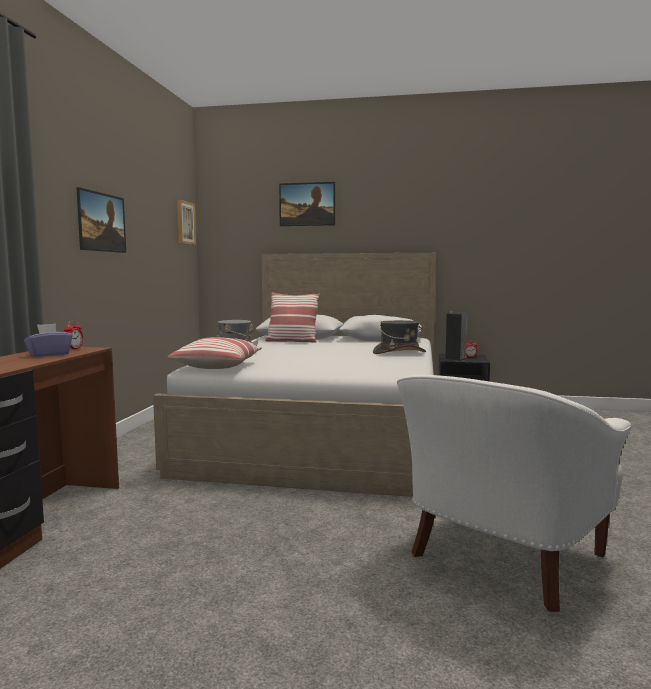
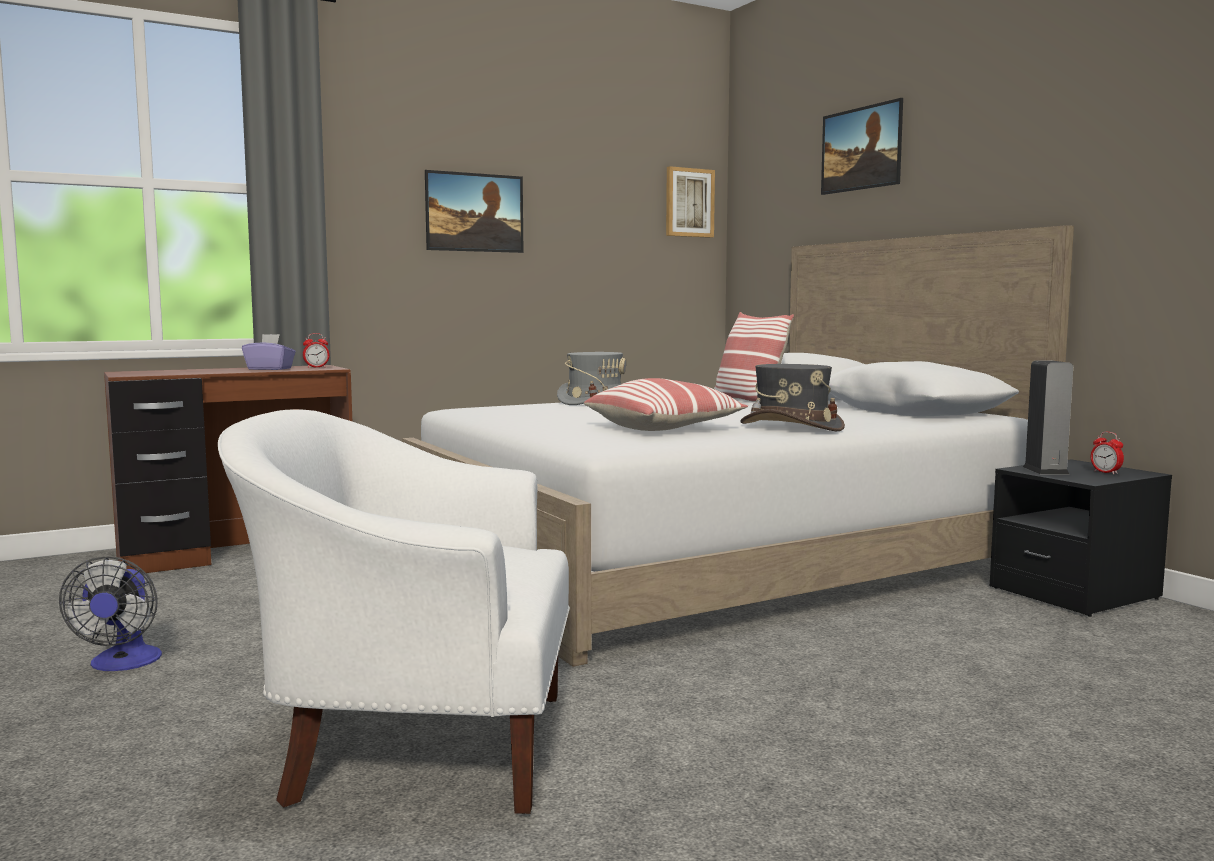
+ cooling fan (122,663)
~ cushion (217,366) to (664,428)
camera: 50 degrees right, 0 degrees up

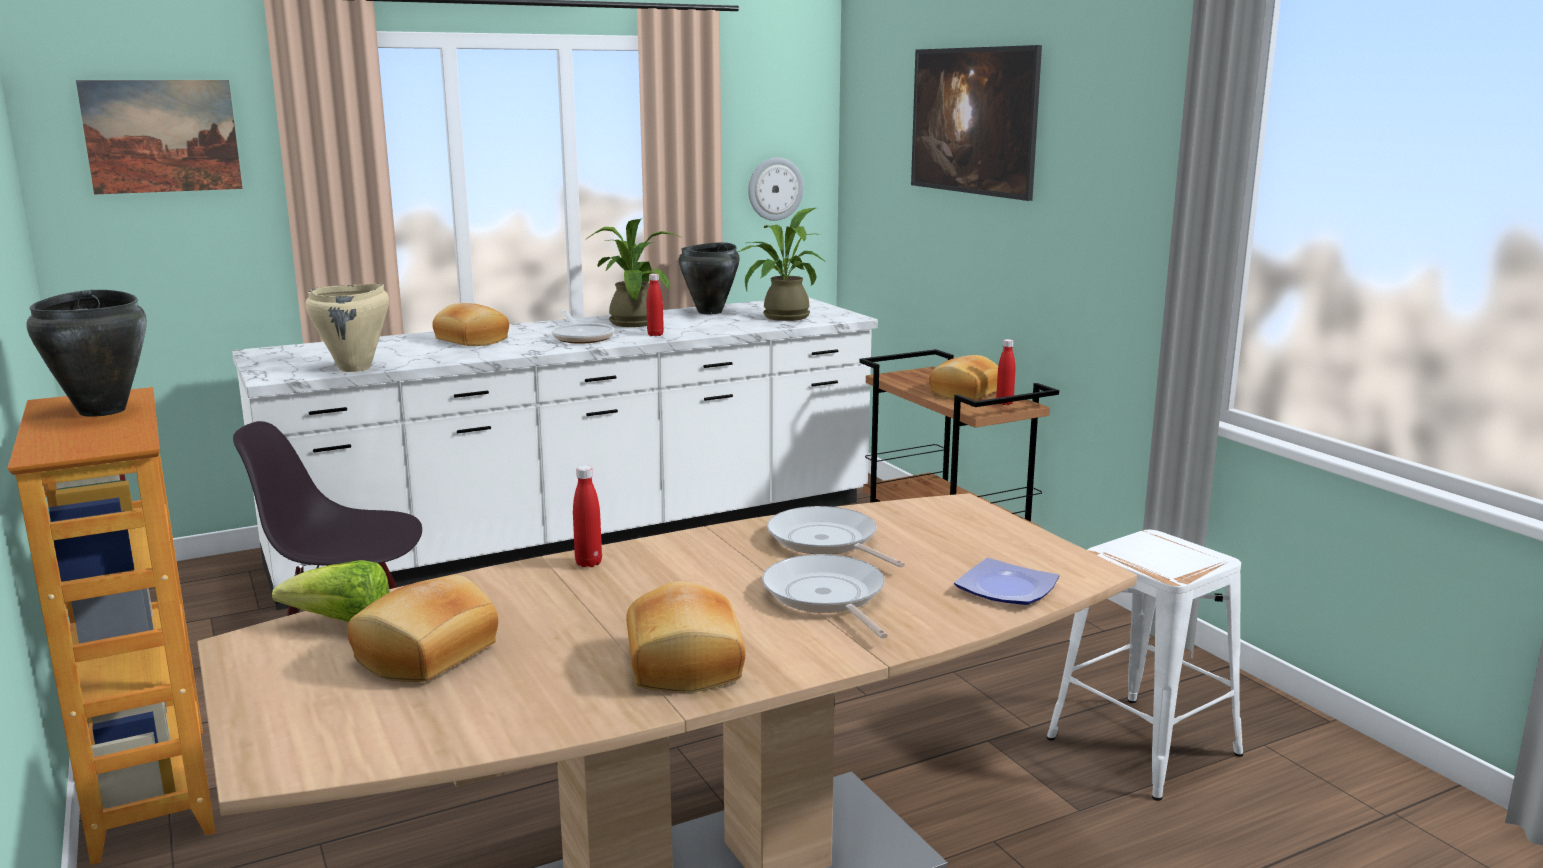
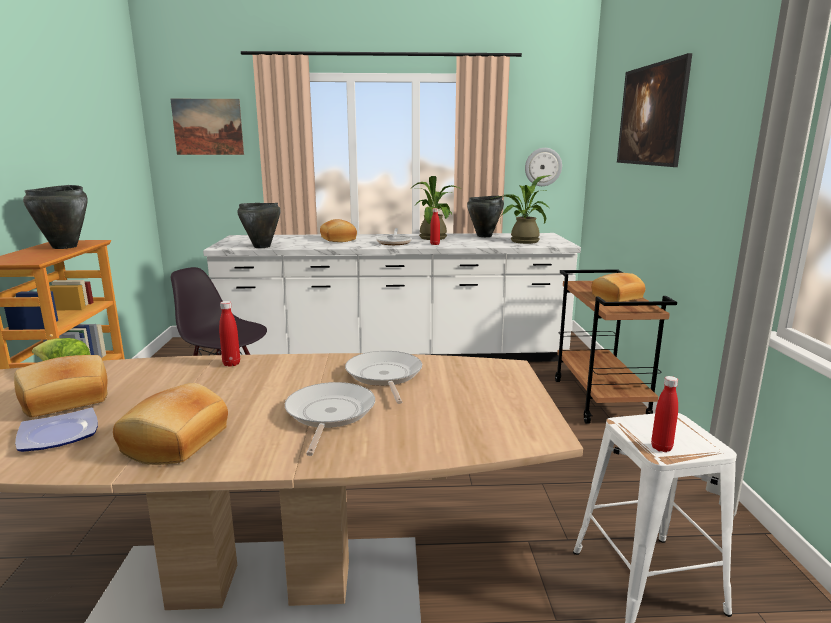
~ dinner plate (1007,590) to (57,436)
~ red beverage bottle (1004,403) to (661,448)
~ sand-coloured stockpot (355,368) to black-coloured stockpot (262,247)
camera: 25 degrees right, 0 degrees up

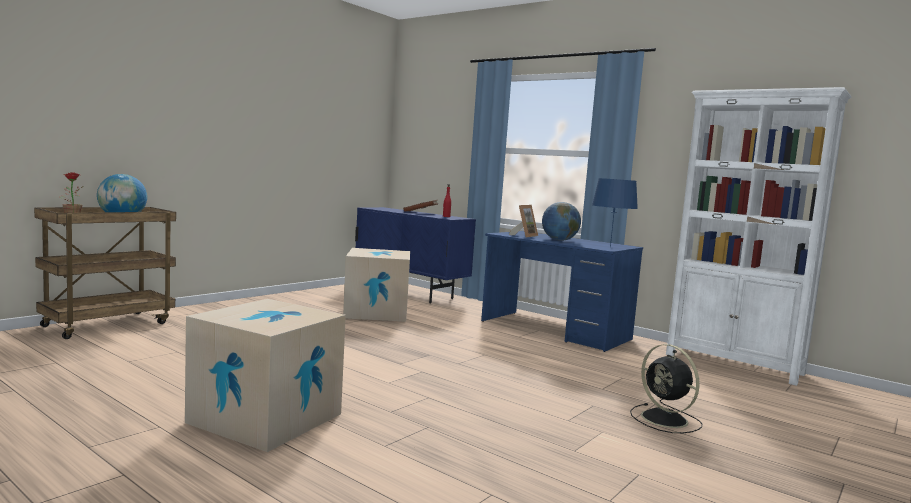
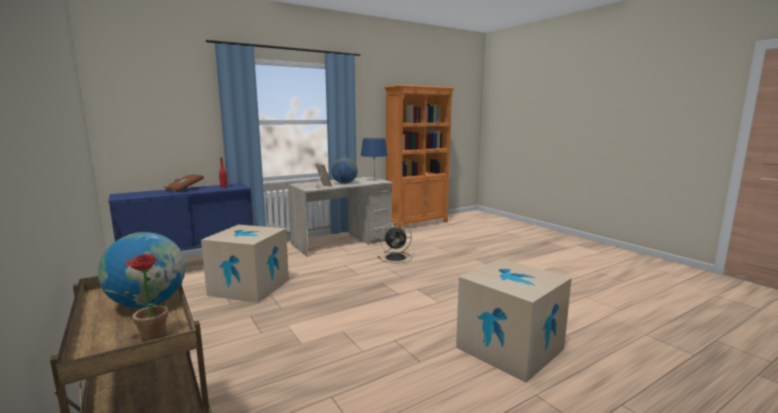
~ black-coloured cooling fan (666,420) to (396,257)
~ blue desk table (554,330) to sand-coloured desk table (342,242)
~ whitish bookshelf (734,364) to orange-coloured bookshelf (417,223)
camera: 70 degrees left, 5 degrees up

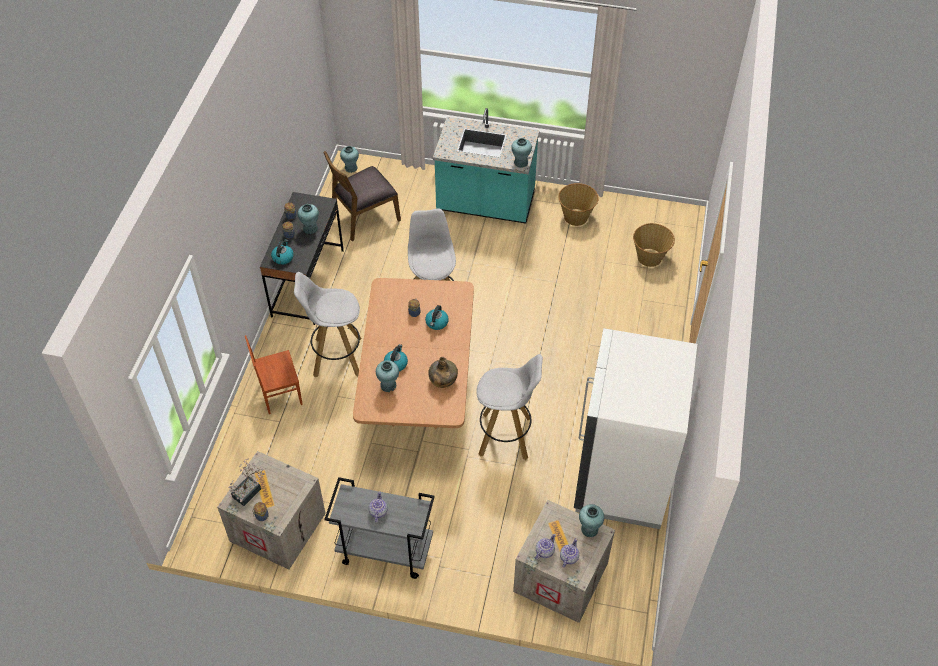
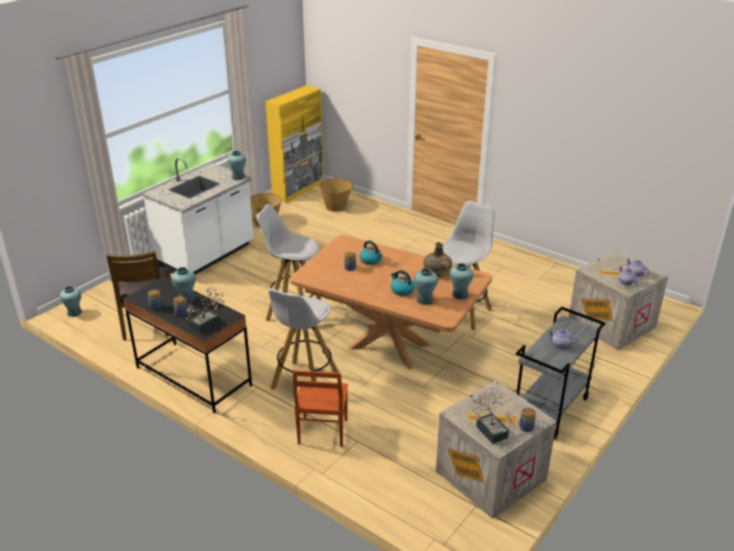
- whitish refrigerator (622,478)
+ yellow cupboard (298,189)
~ turquoise vase (589,529) to (460,295)
~ tea kettle (283,257) to potted plant (207,323)
~ turquoise kitchen counter (485,204) to whitish kitchen counter (206,256)
camera: 65 degrees left, 20 degrees down

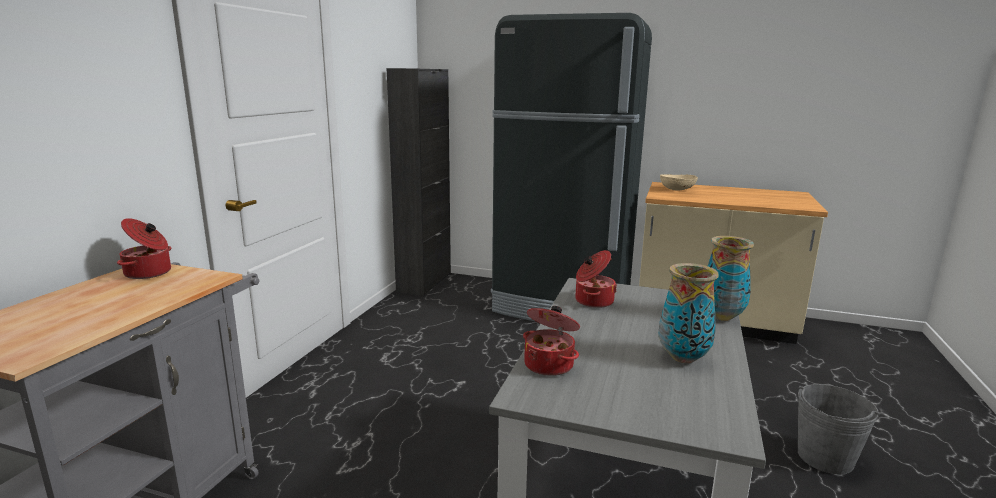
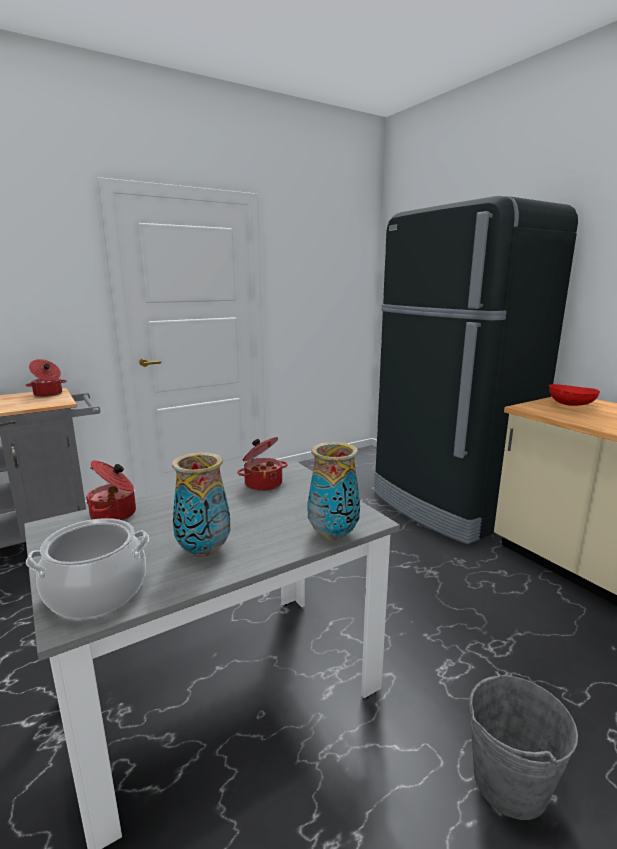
- black-coloured cupboard (424,282)
+ stockpot (97,591)
~ sand-coloured deep dish (677,190) to red deep dish (571,405)
camera: 40 degrees right, 0 degrees up

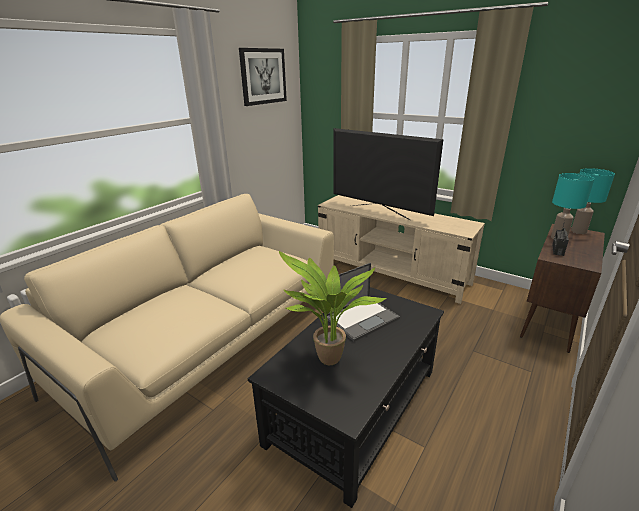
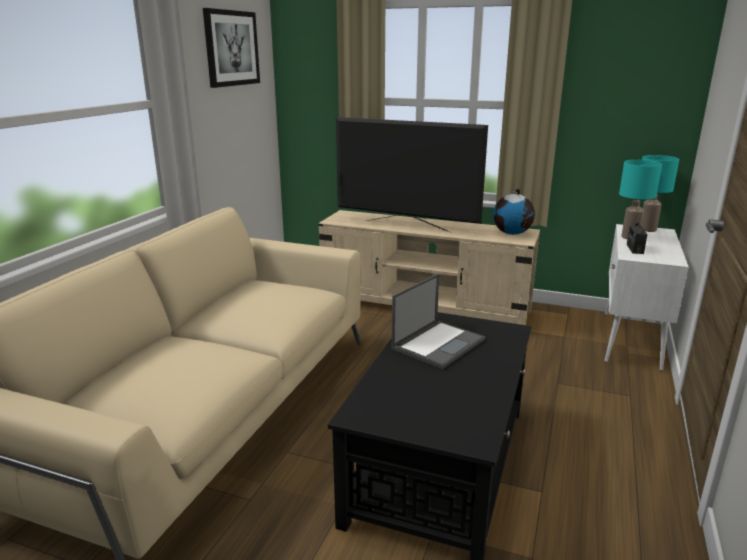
- potted plant (327,361)
+ world globe (512,233)
~ brown-coloured cupboard (550,320) to whitish cupboard (631,340)
camera: 15 degrees left, 5 degrees down

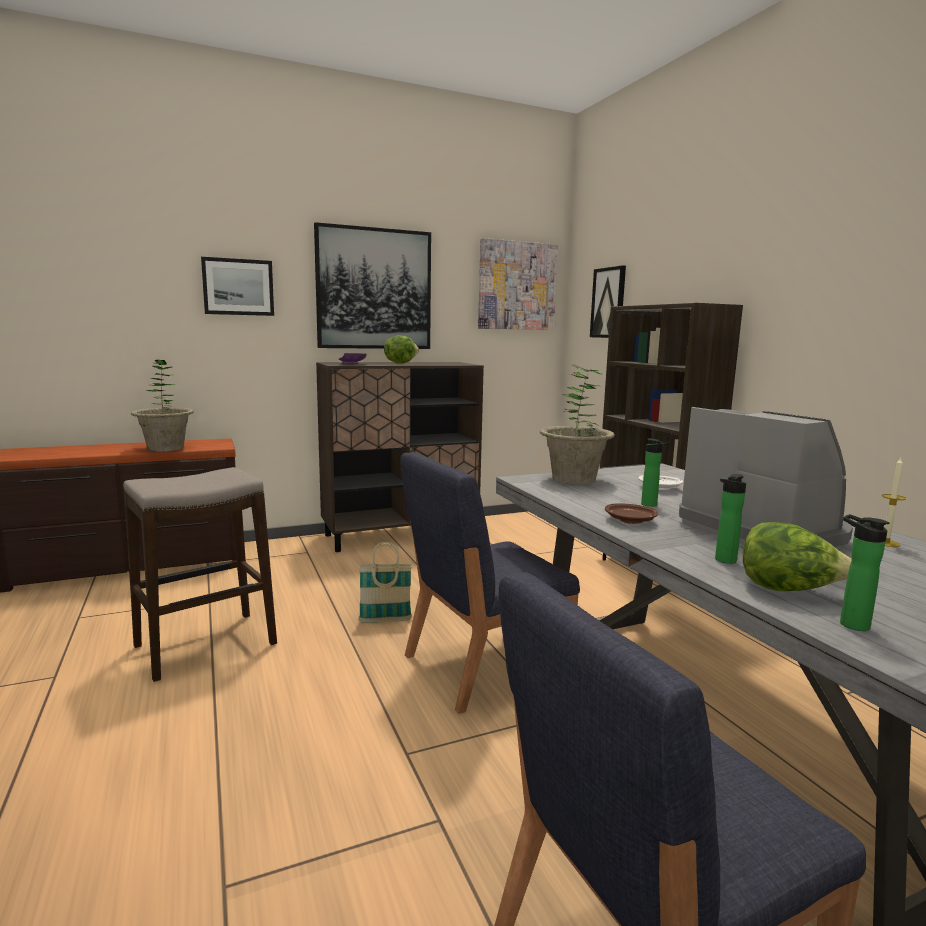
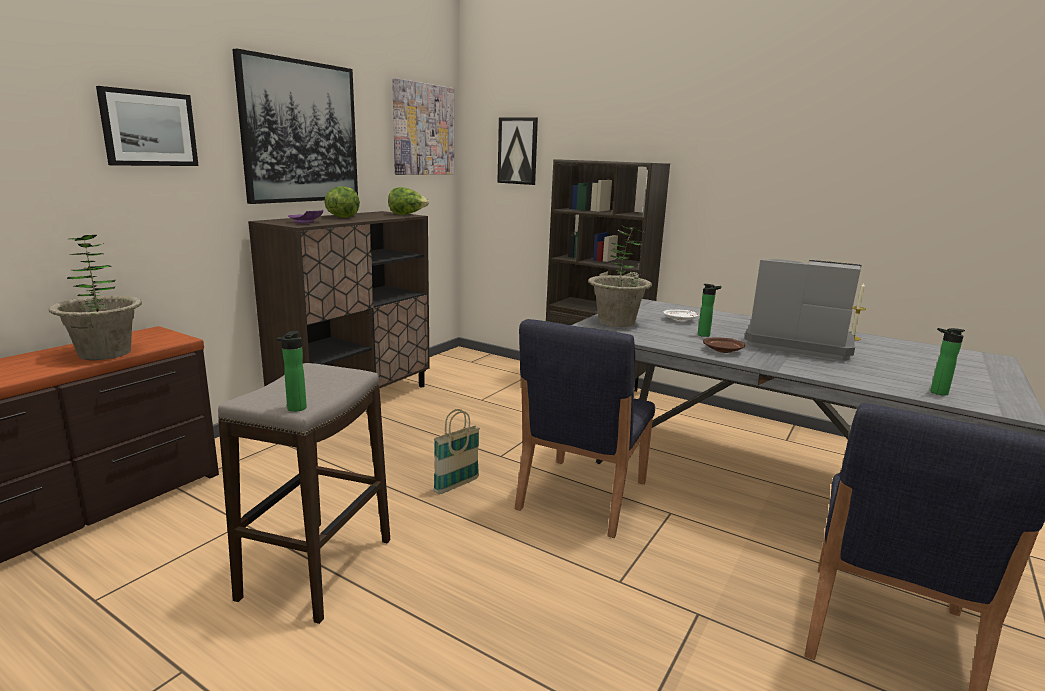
~ beverage bottle (724,561) to (295,409)
~ head of lettuce (788,590) to (407,215)
camera: 35 degrees left, 5 degrees up

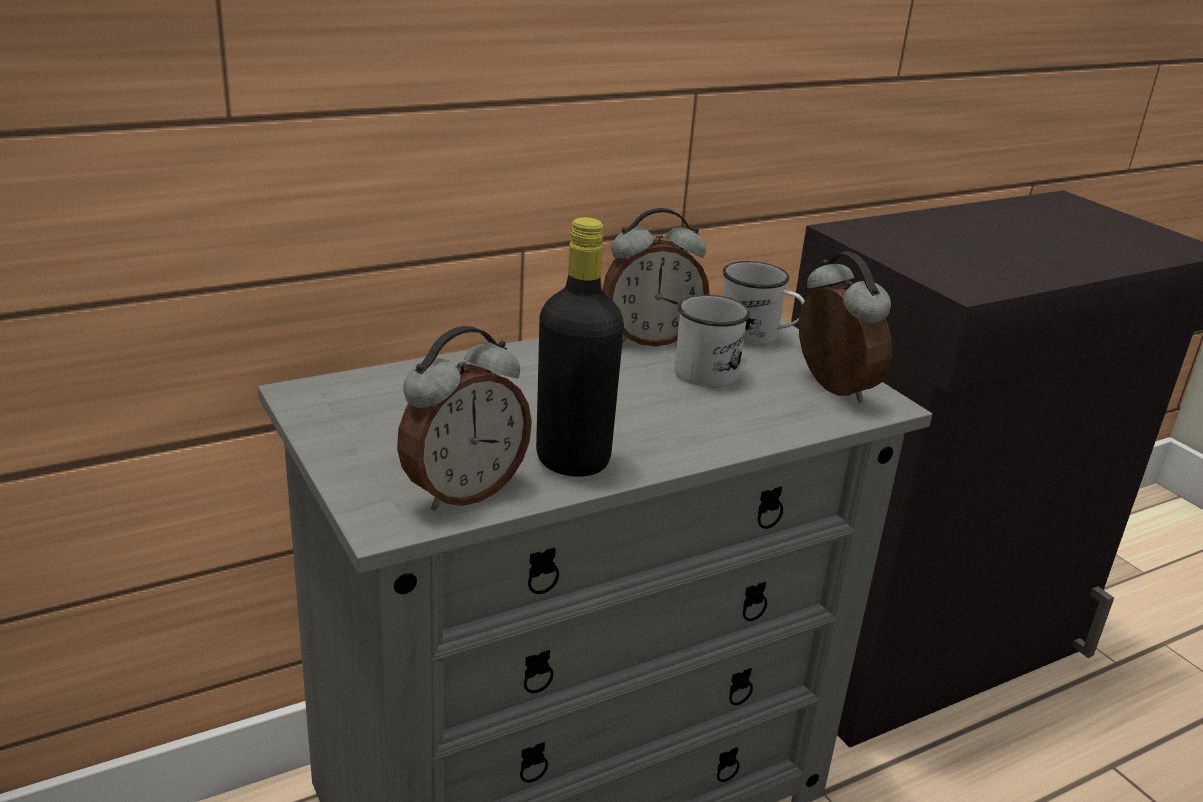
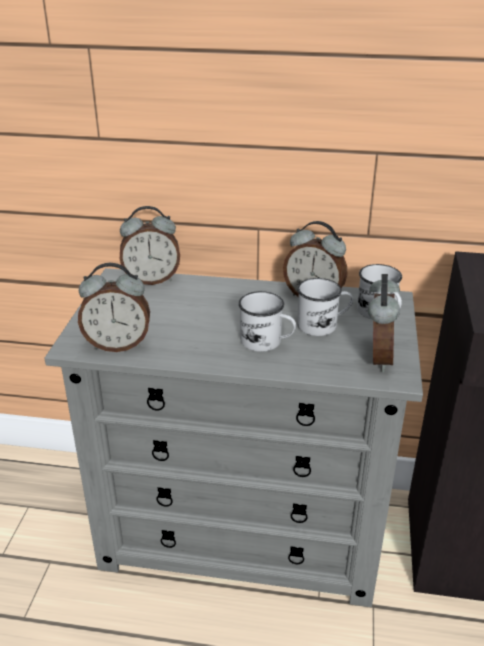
- black-coloured beverage bottle (573,461)
+ table clock (152,280)
+ whitish coffee mug (267,342)
camera: 40 degrees right, 5 degrees up

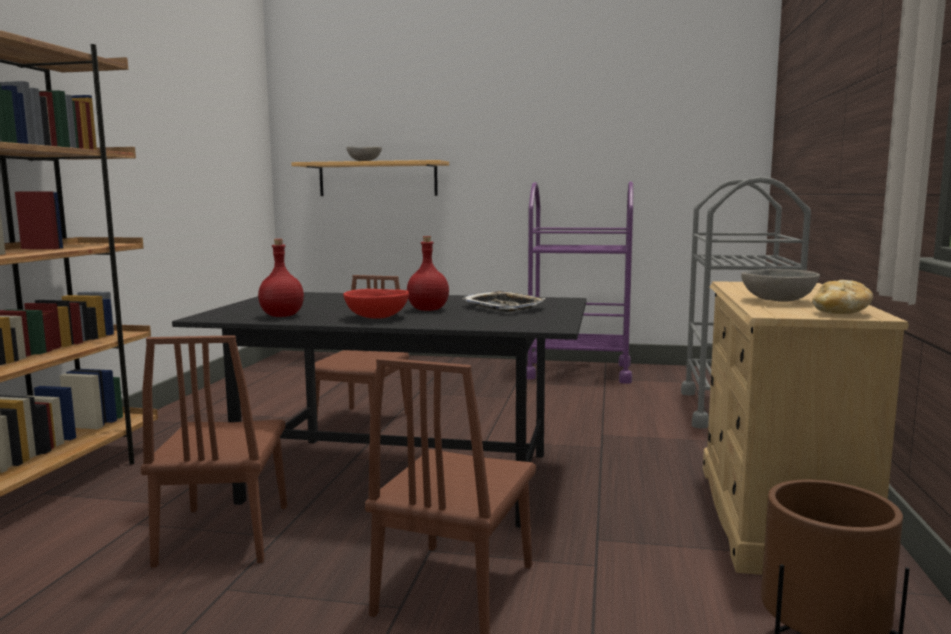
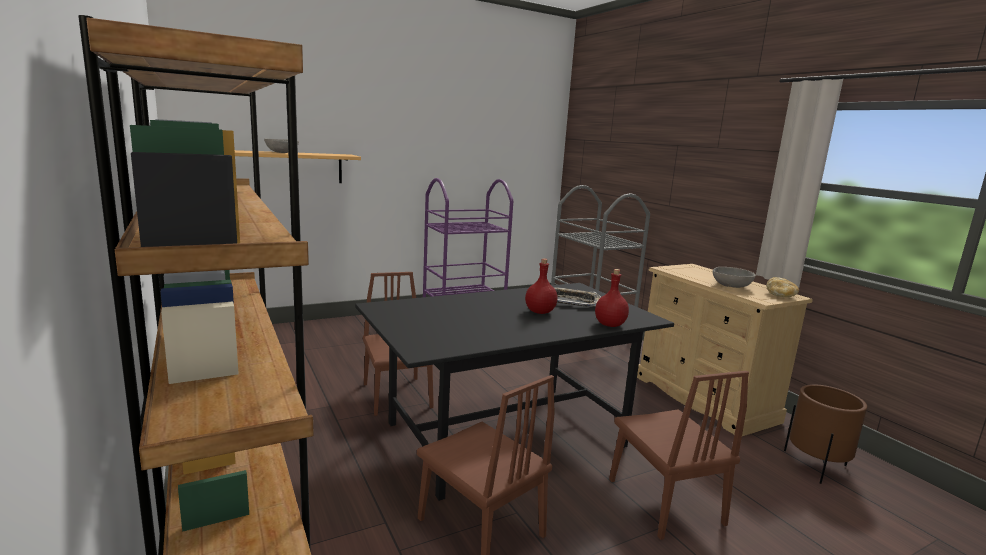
- red deep dish (378,317)
~ red beverage bottle (282,316) to (610,325)
camera: 40 degrees left, 5 degrees up

